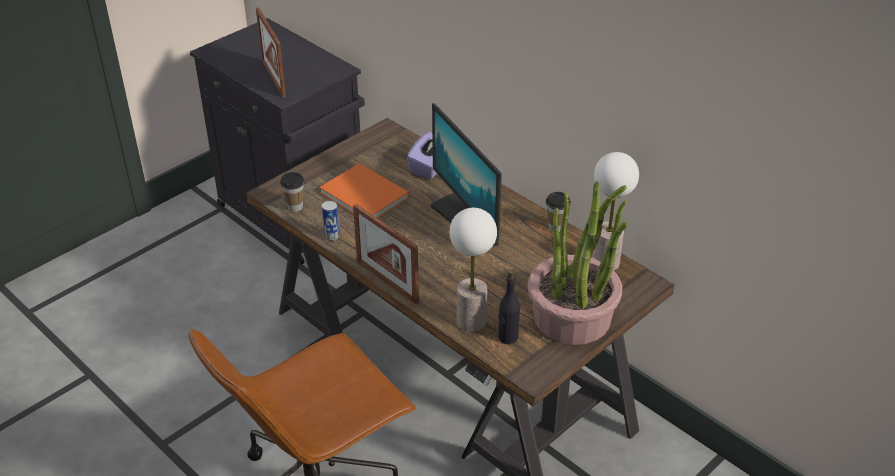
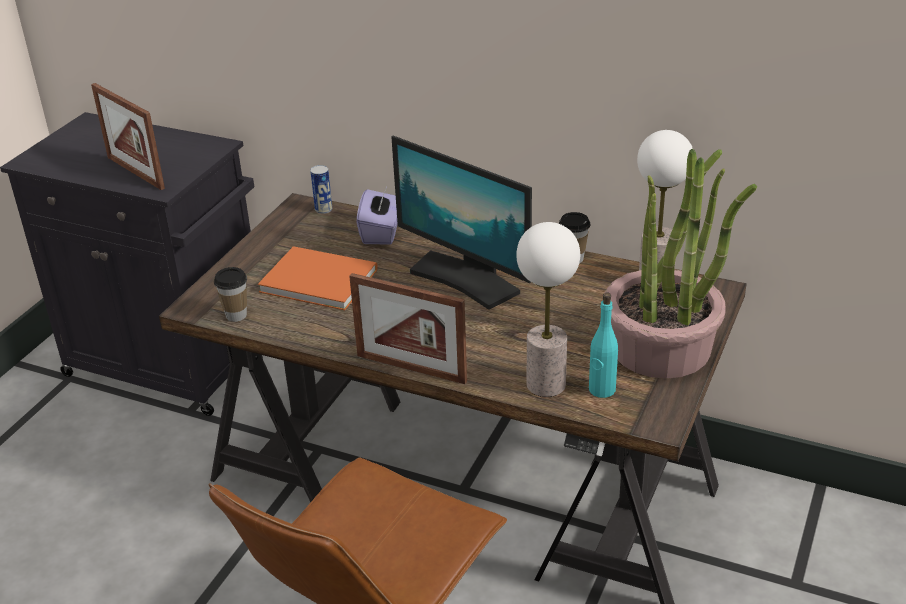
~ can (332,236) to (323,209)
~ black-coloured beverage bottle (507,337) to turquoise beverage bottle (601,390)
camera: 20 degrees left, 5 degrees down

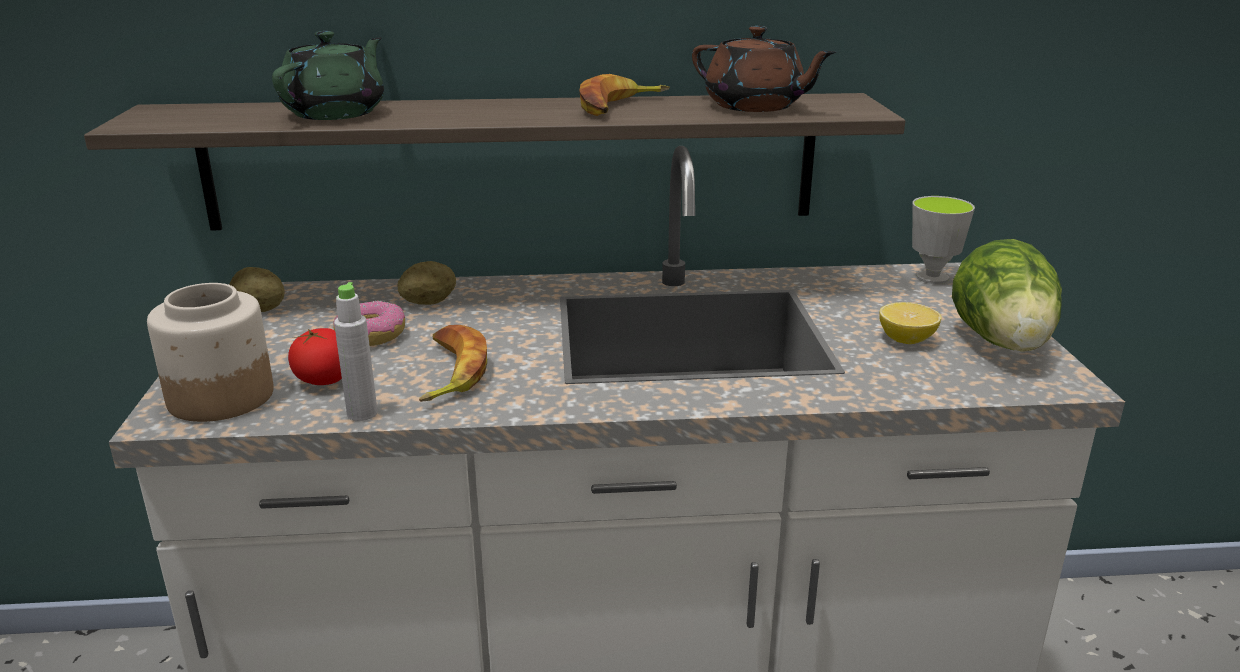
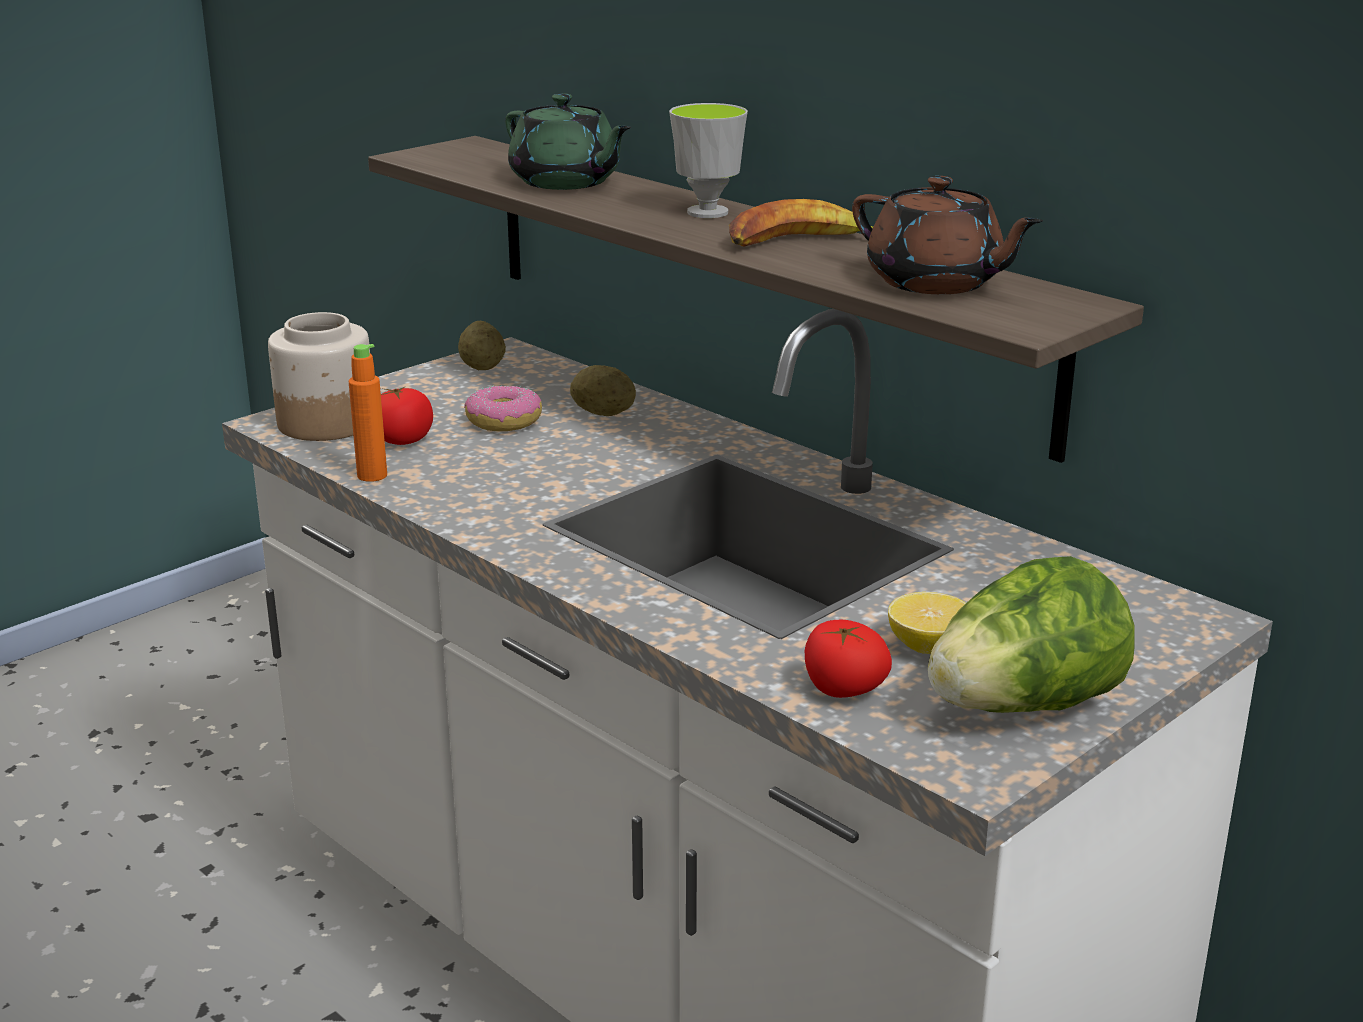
- whole banana (449,372)
+ whole tomato (843,690)
~ cup (932,278) to (707,212)
~ greyish beverage bottle (362,413) to orange-coloured beverage bottle (372,475)
~ green-coloured tea pot (336,113) = (566,182) 60 degrees clockwise
~ brown-coloured tea pot (755,106) = (936,283) 45 degrees counterclockwise
camera: 50 degrees right, 0 degrees up

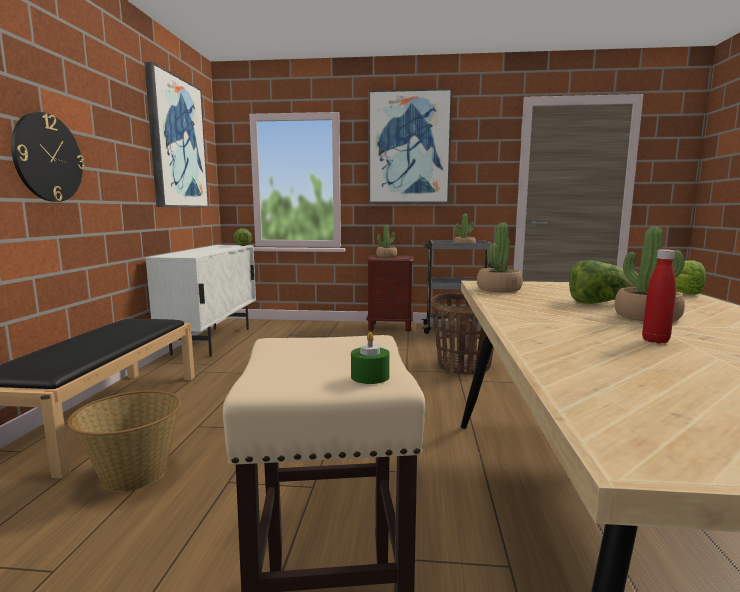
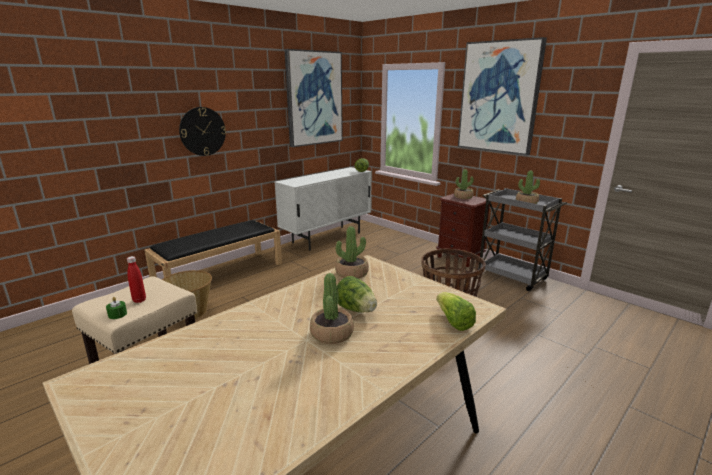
~ red beverage bottle (655,340) to (139,300)
camera: 40 degrees right, 10 degrees up

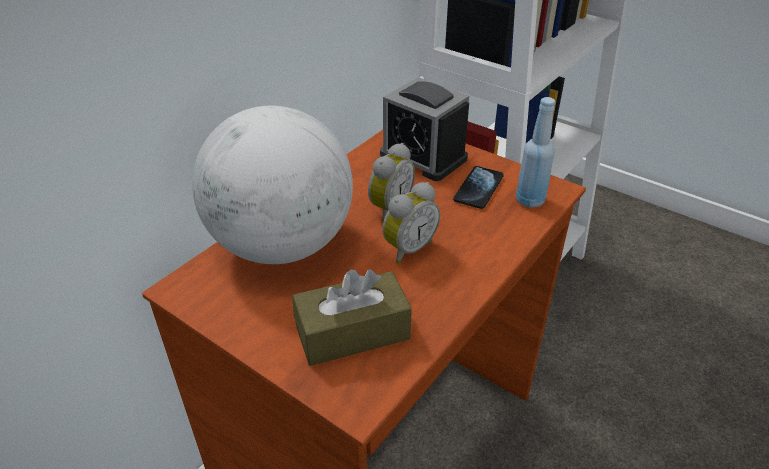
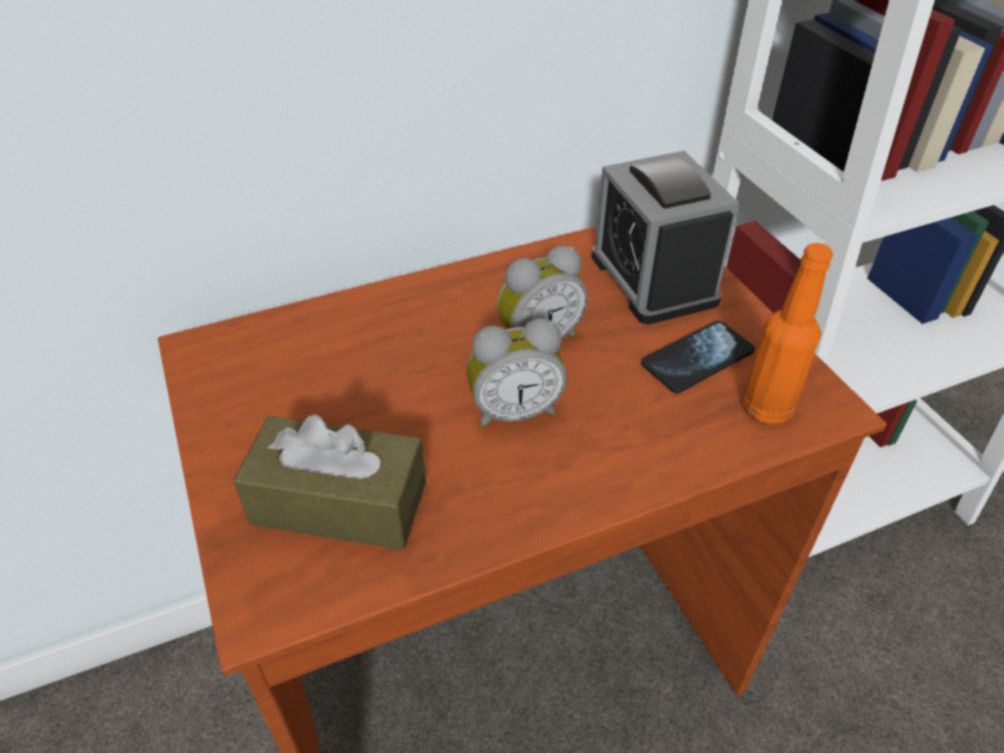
- world globe (282,245)
~ blue beverage bottle (530,200) to orange-coloured beverage bottle (767,409)
camera: 30 degrees right, 5 degrees up

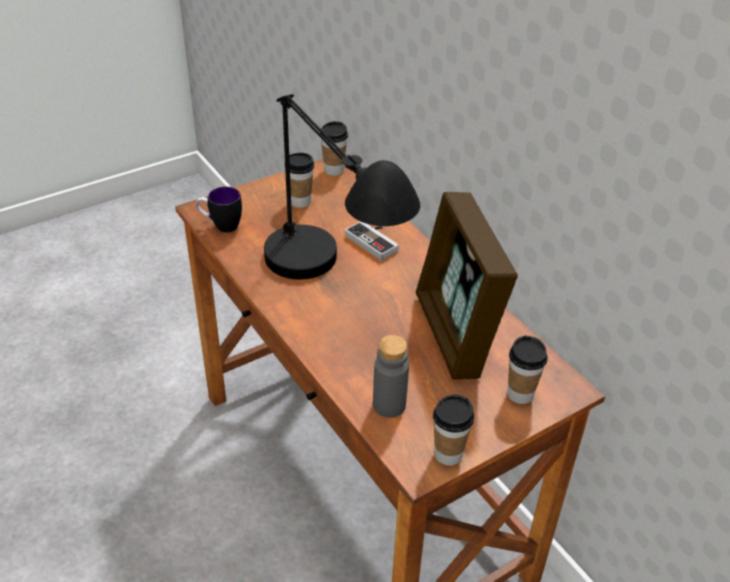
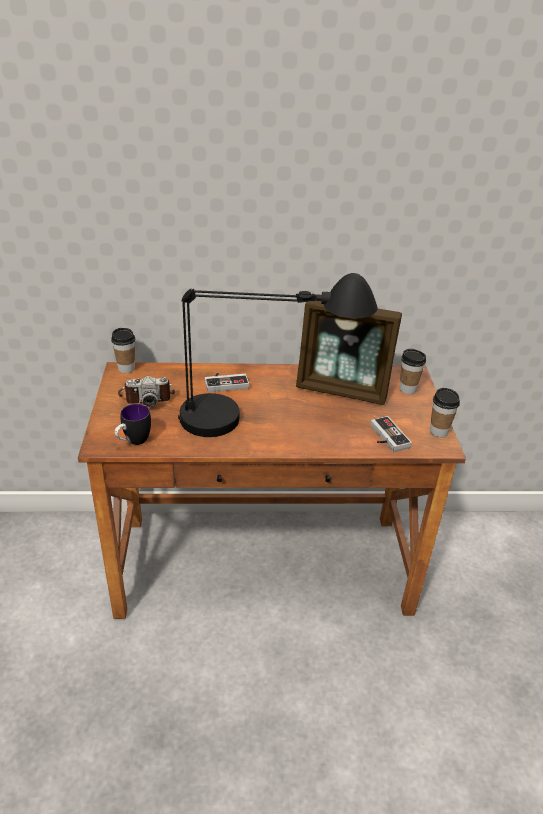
~ cup (300,201) to photo camera (146,396)
~ greyish beverage bottle (389,405) to joypad (385,437)
camera: 60 degrees left, 5 degrees down

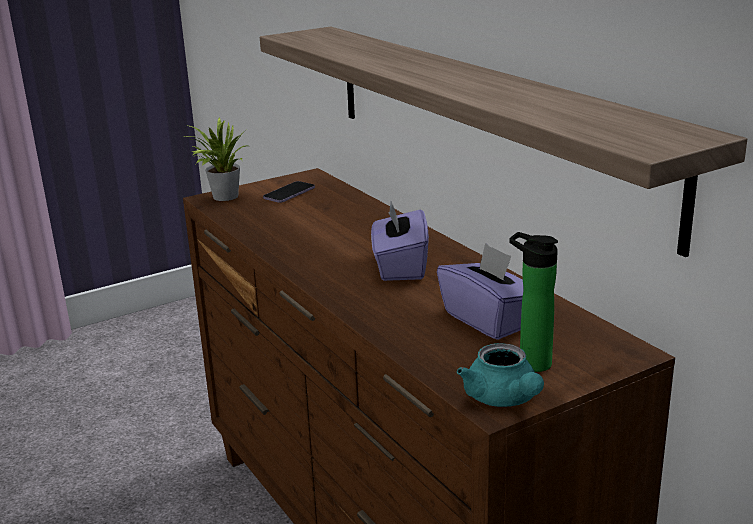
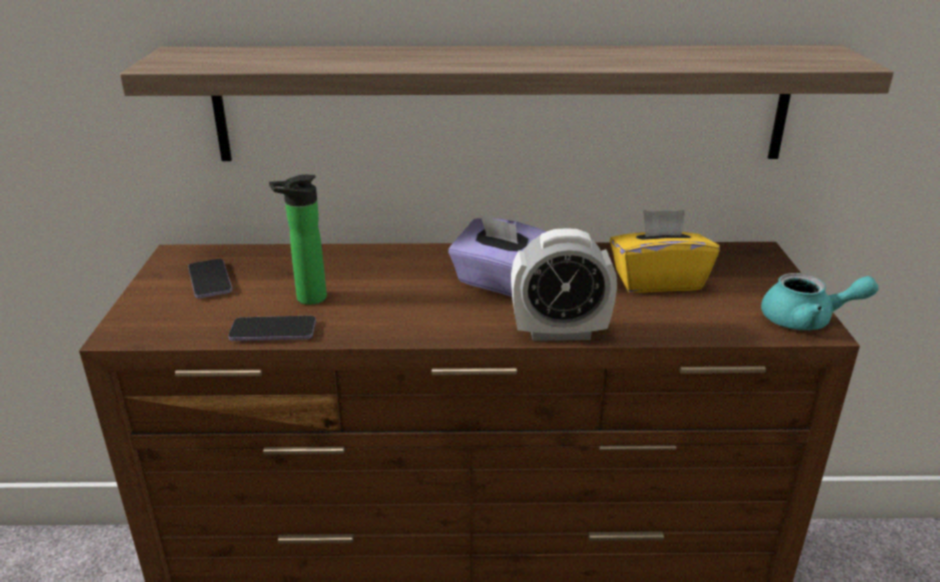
- potted plant (222,197)
+ handset (273,331)
+ table clock (559,332)
~ beverage bottle (530,363) to (306,299)
~ purplish box of tissues (489,320) to yellow box of tissues (657,281)
camera: 60 degrees left, 5 degrees up

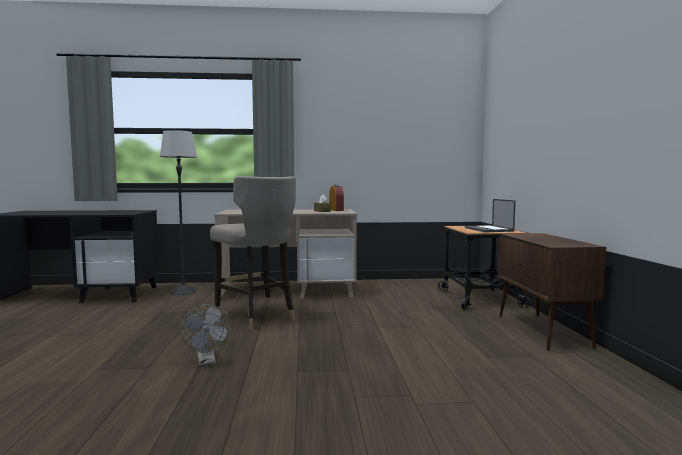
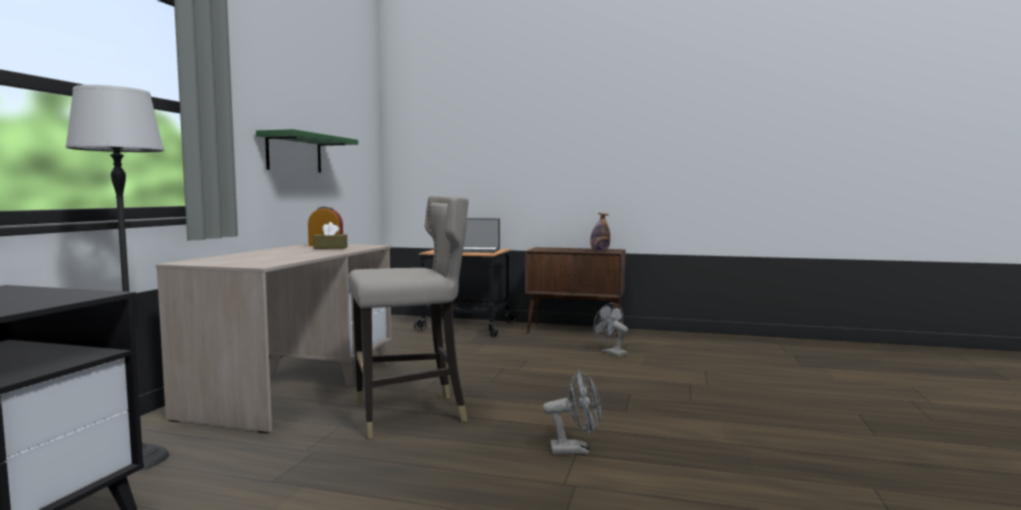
+ green-coloured bracket shelf (294,153)
+ beverage bottle (599,251)
+ greyish cooling fan (611,352)
camera: 70 degrees left, 0 degrees up

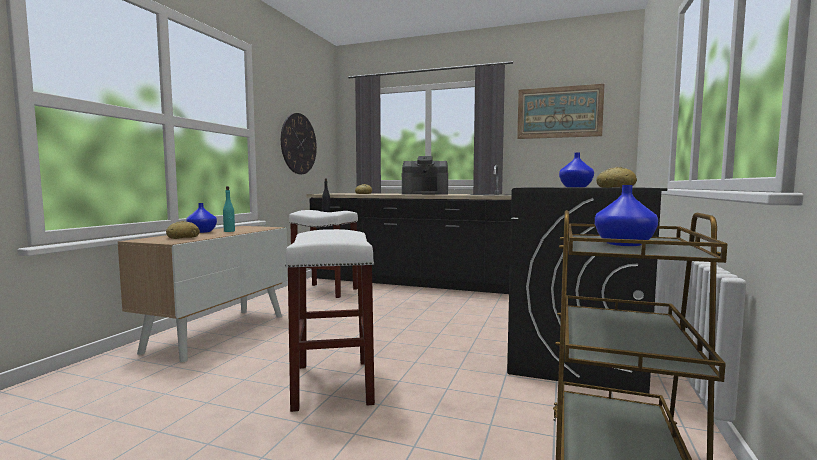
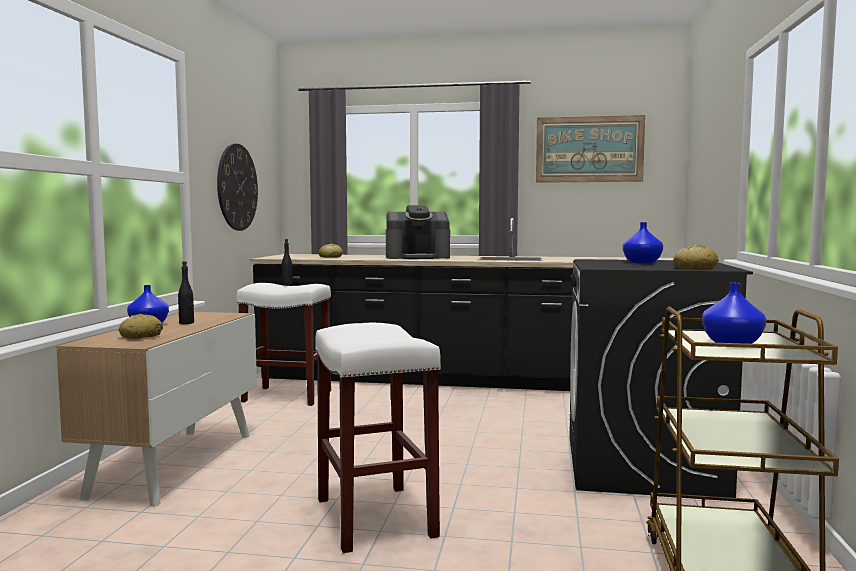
~ turquoise beverage bottle (229,231) to black-coloured beverage bottle (186,323)
camera: 10 degrees left, 0 degrees up

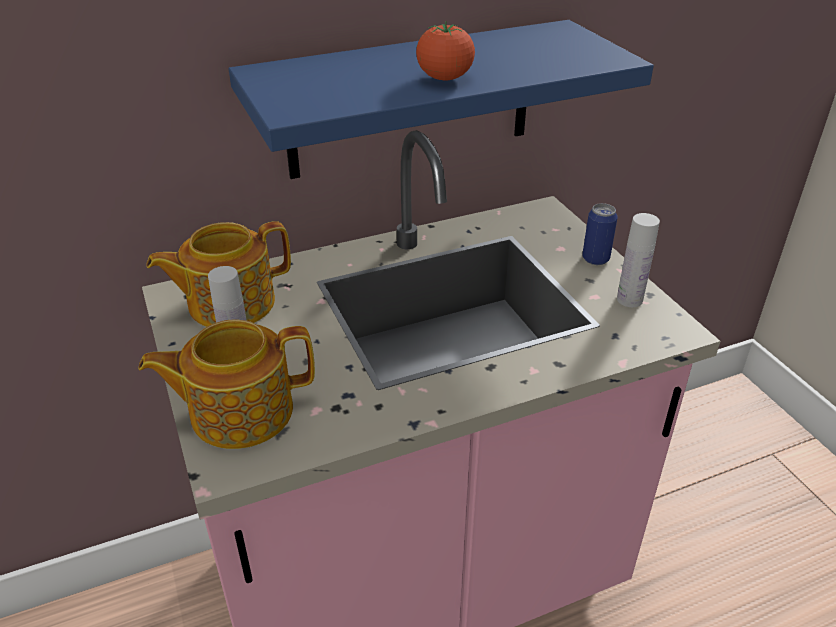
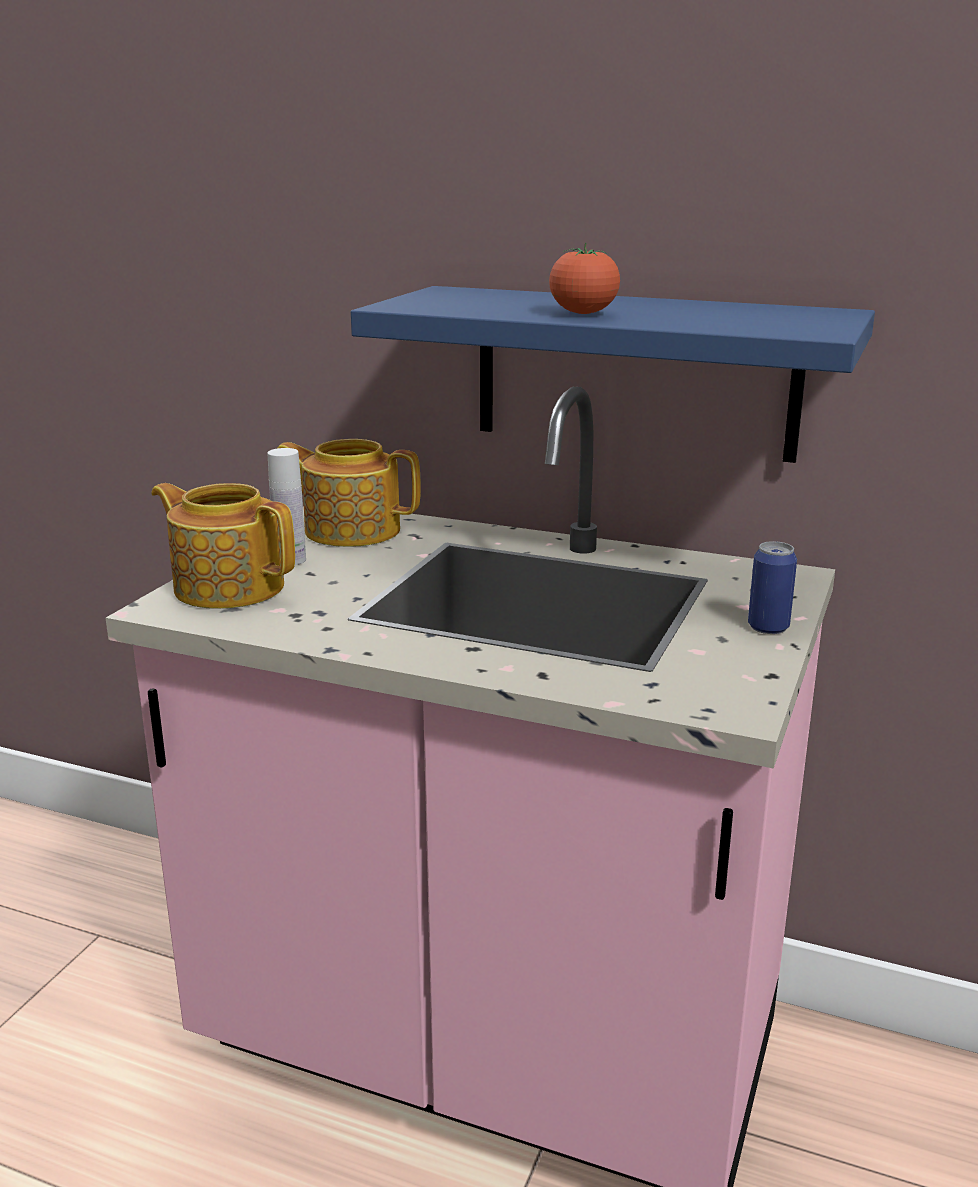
- whitish beverage bottle (629,299)
camera: 45 degrees right, 15 degrees down

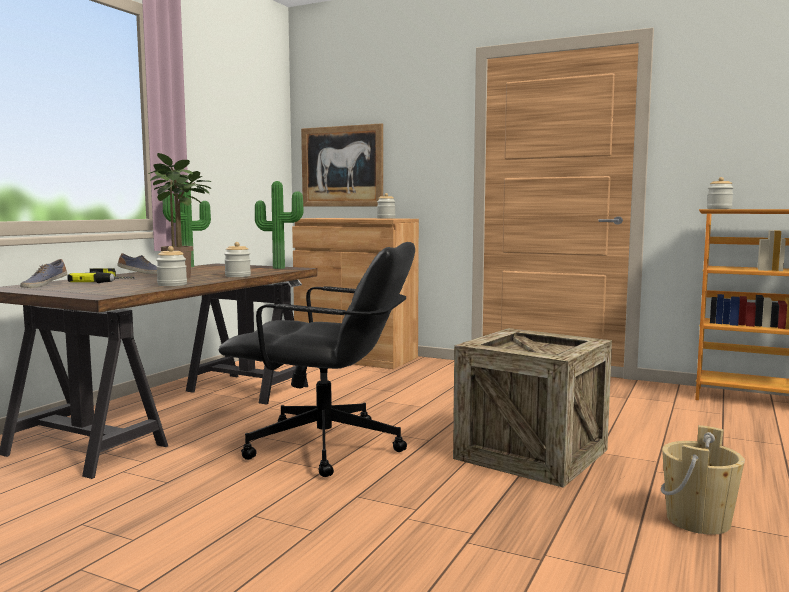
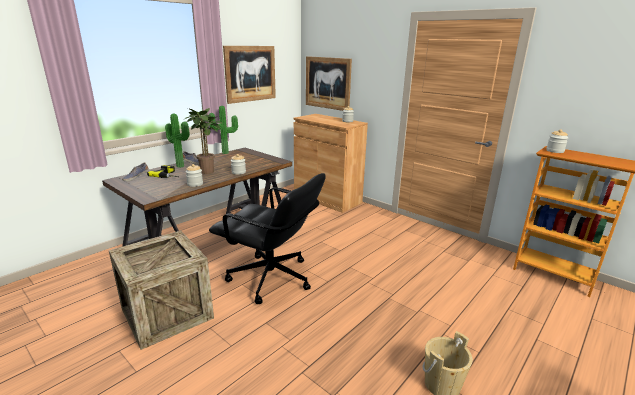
+ wall picture (250,73)
~ potted plant (279,268) to (181,166)
~ packing crate (531,454) to (167,313)
camera: 15 degrees right, 15 degrees up

